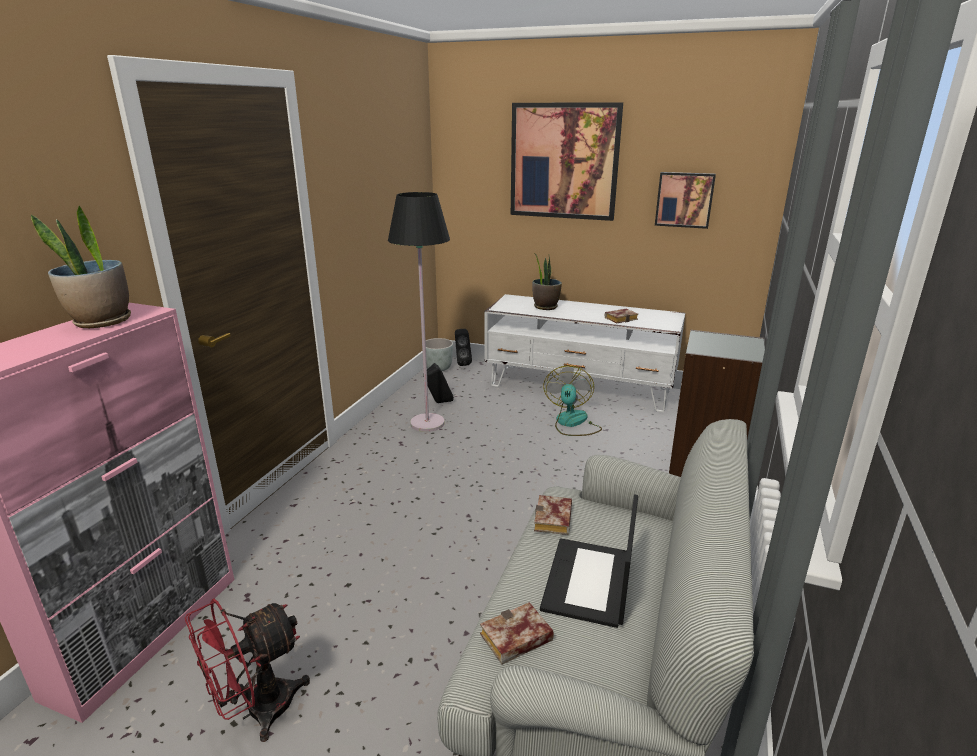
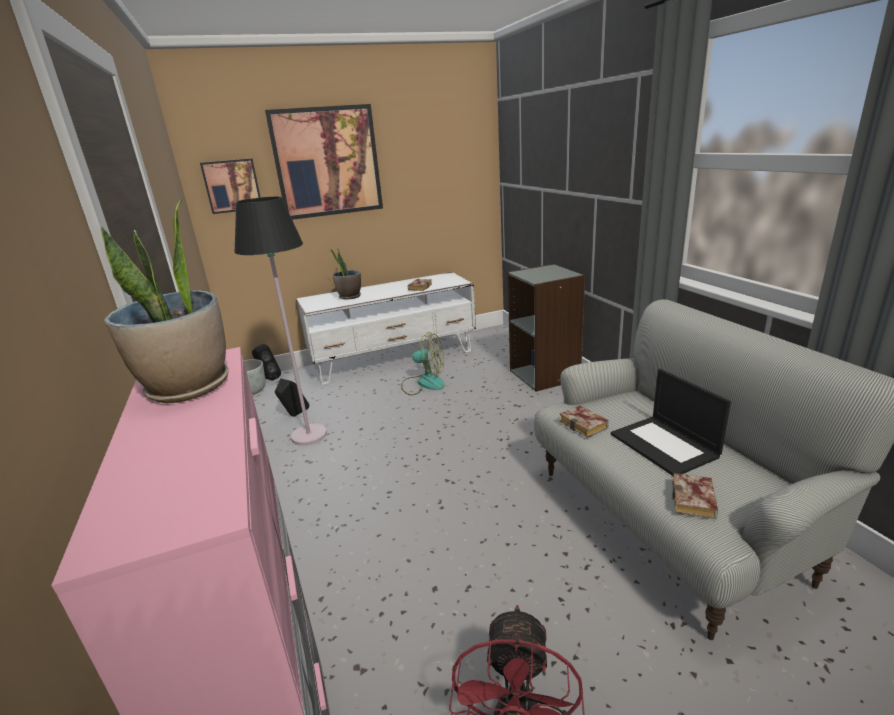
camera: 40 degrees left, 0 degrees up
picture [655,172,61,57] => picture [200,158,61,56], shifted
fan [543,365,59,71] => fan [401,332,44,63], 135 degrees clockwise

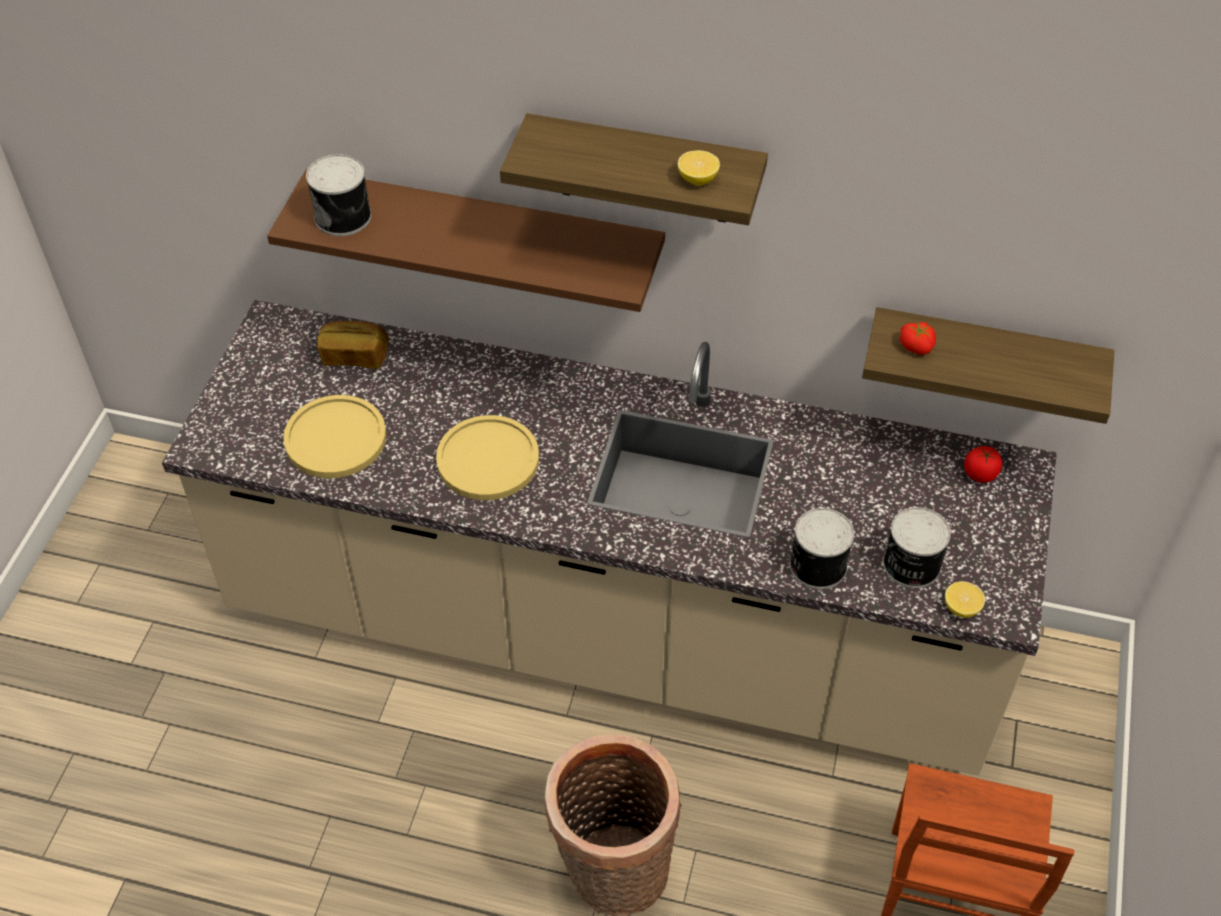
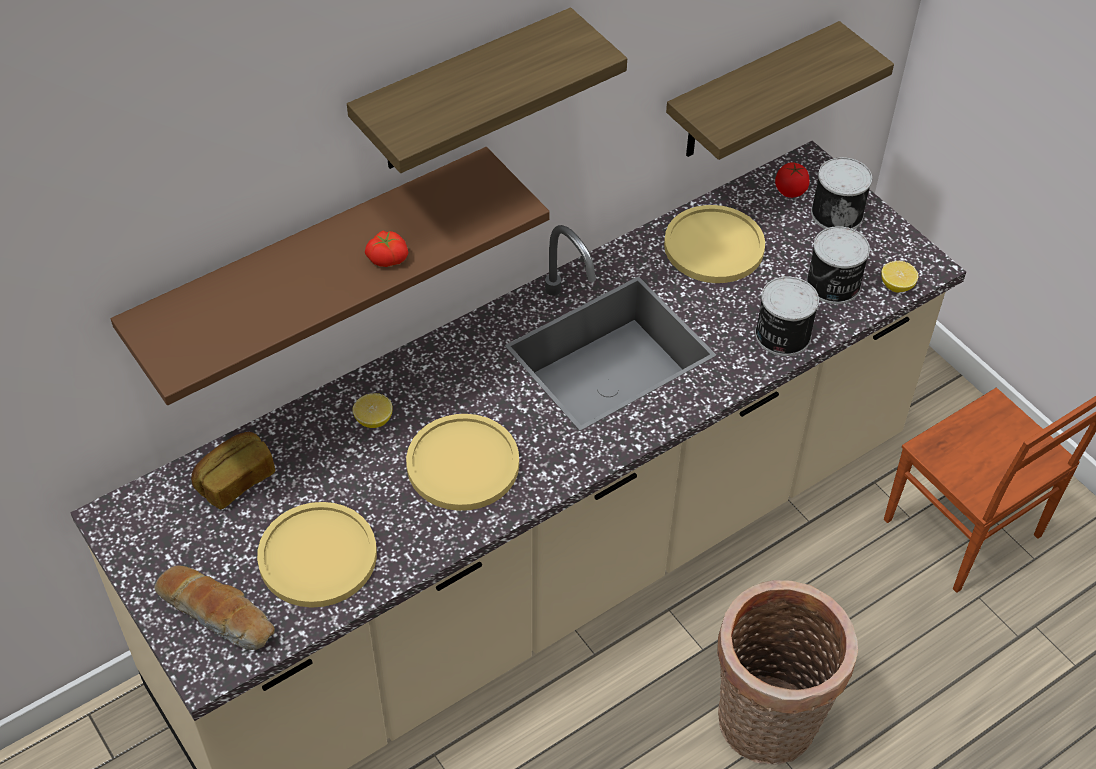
camera: 50 degrees left, 0 degrees up
nothing => bread [155,565,120,85]
lemon [678,150,42,36] => lemon [353,393,40,35], shifted
tomato [900,322,36,33] => tomato [365,231,43,36], shifted
nothing => yellow plate [664,205,101,78]
can [306,154,65,82] => can [811,157,61,72], shifted

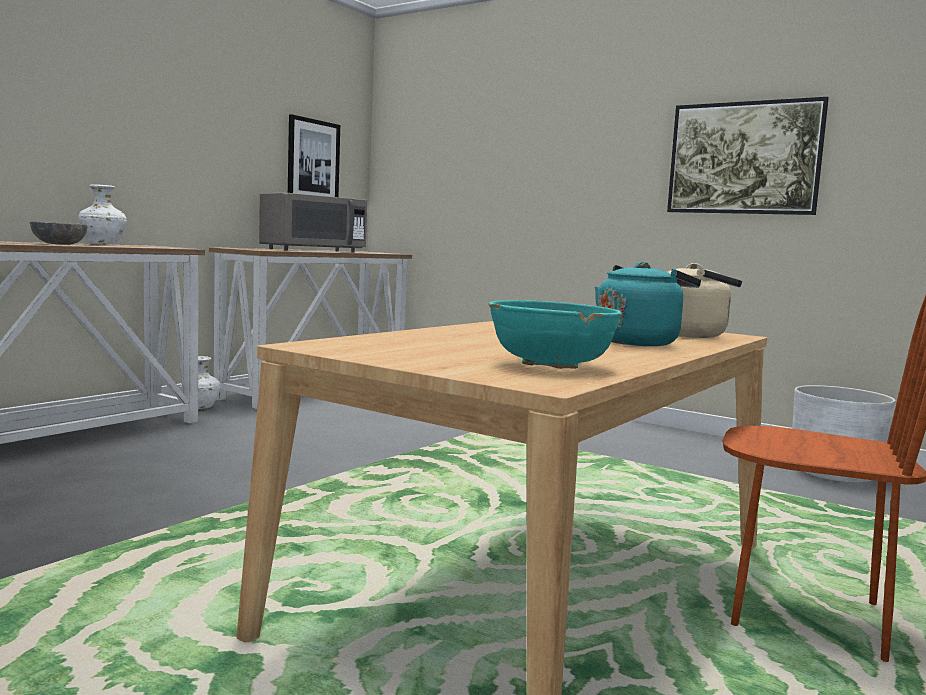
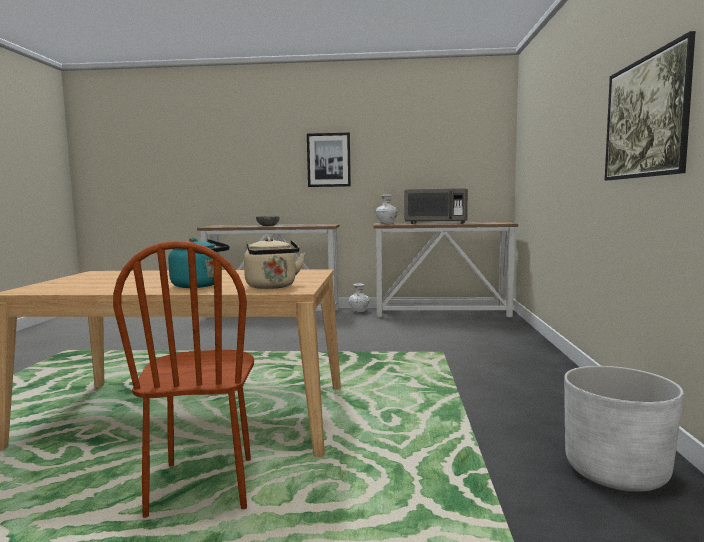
camera: 60 degrees right, 0 degrees up
picture [288,114,52,83] => picture [307,132,44,55], shifted
white vase [78,184,49,61] => white vase [376,195,22,29], shifted
turquoise bowl [489,300,133,69] => nothing

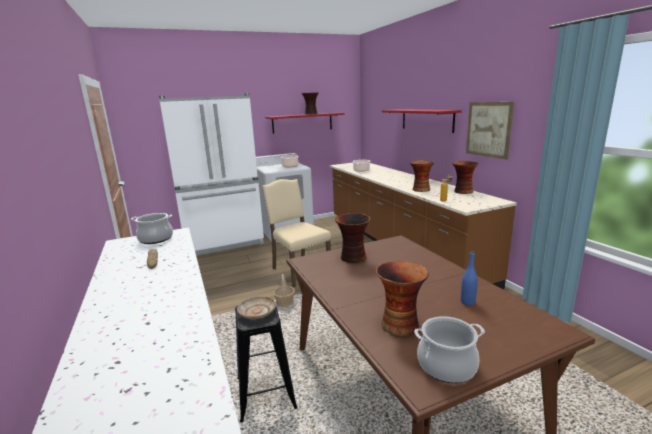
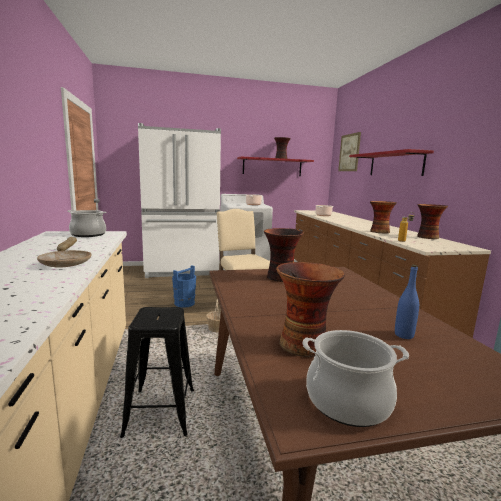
camera: 10 degrees right, 5 degrees down
beige plate [237,296,39,23] => beige plate [37,250,55,17], shifted
nothing => blue bucket [172,265,24,43]
picture [466,102,48,58] => picture [338,132,23,39], shifted

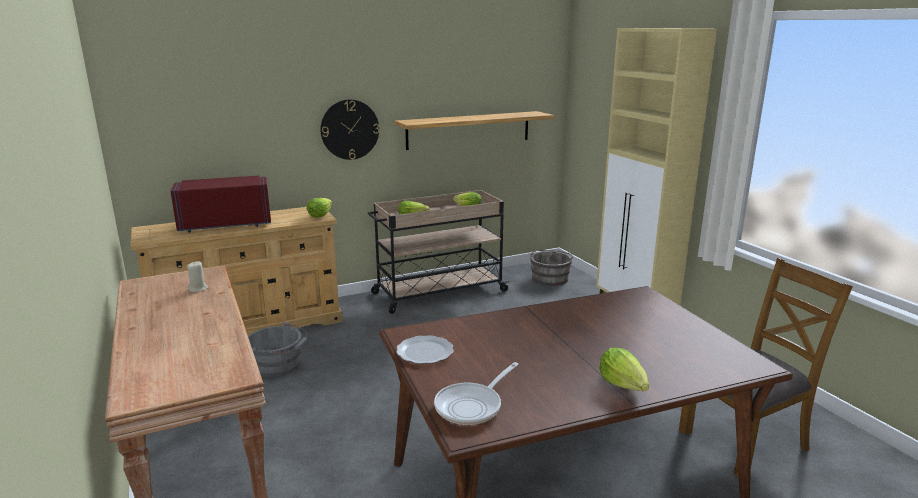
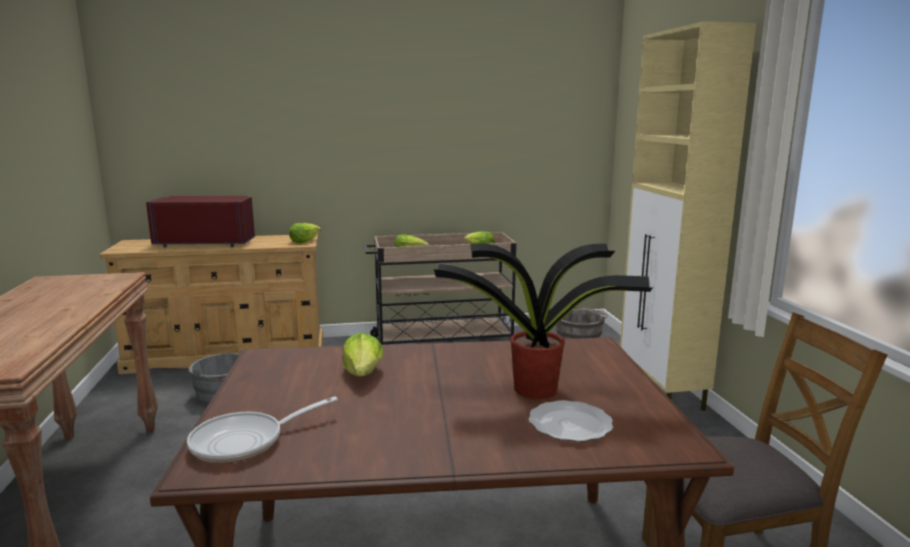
camera: 15 degrees right, 5 degrees down
lettuce [599,348,50,43] => lettuce [343,333,41,43], shifted
nothing => potted plant [434,243,219,156]
plate [396,335,58,29] => plate [529,400,84,42], shifted
beige candle [187,261,21,31] => nothing
wall clock [320,99,59,61] => nothing
shelf [394,111,160,39] => nothing

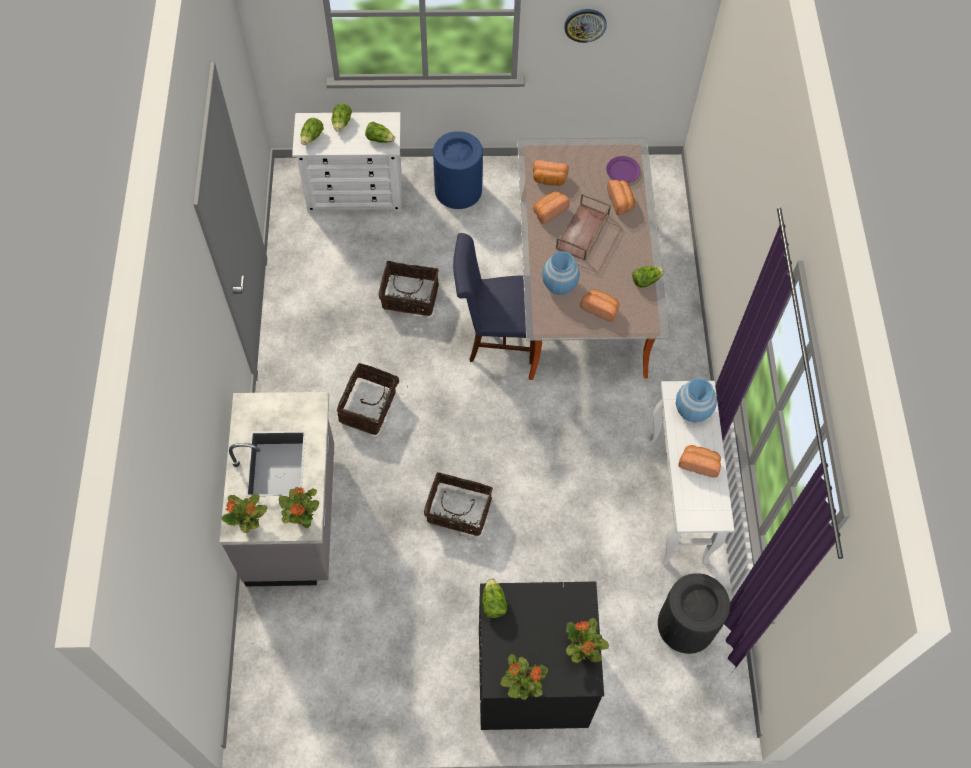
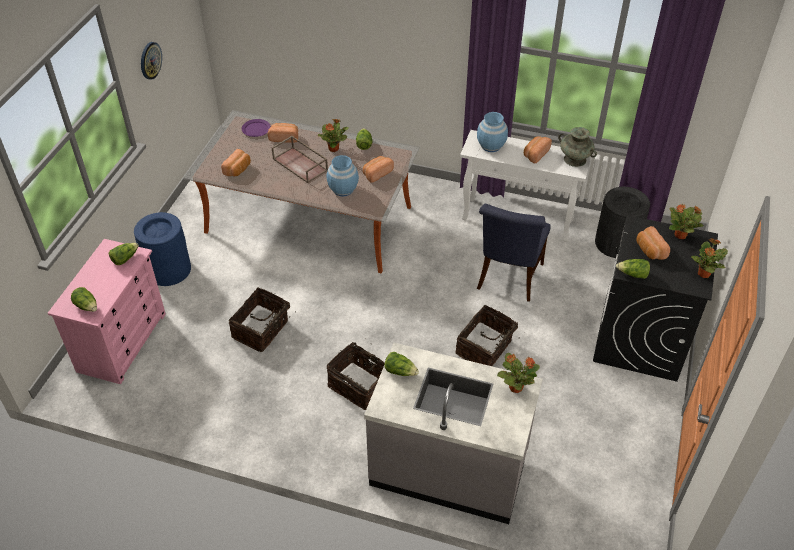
camera: 70 degrees left, 15 degrees down
white dresser [292,112,110,101] => pink dresser [48,239,118,145]
potted plant [222,494,45,39] => potted plant [318,119,31,33], shifted
lettuce [332,103,20,29] => lettuce [384,352,35,24], shifted
blue chair [453,233,82,131] => blue chair [477,204,74,98], shifted
nothing => turquoise vase [558,127,39,40]
bread [534,191,36,33] => bread [637,226,33,34], shifted

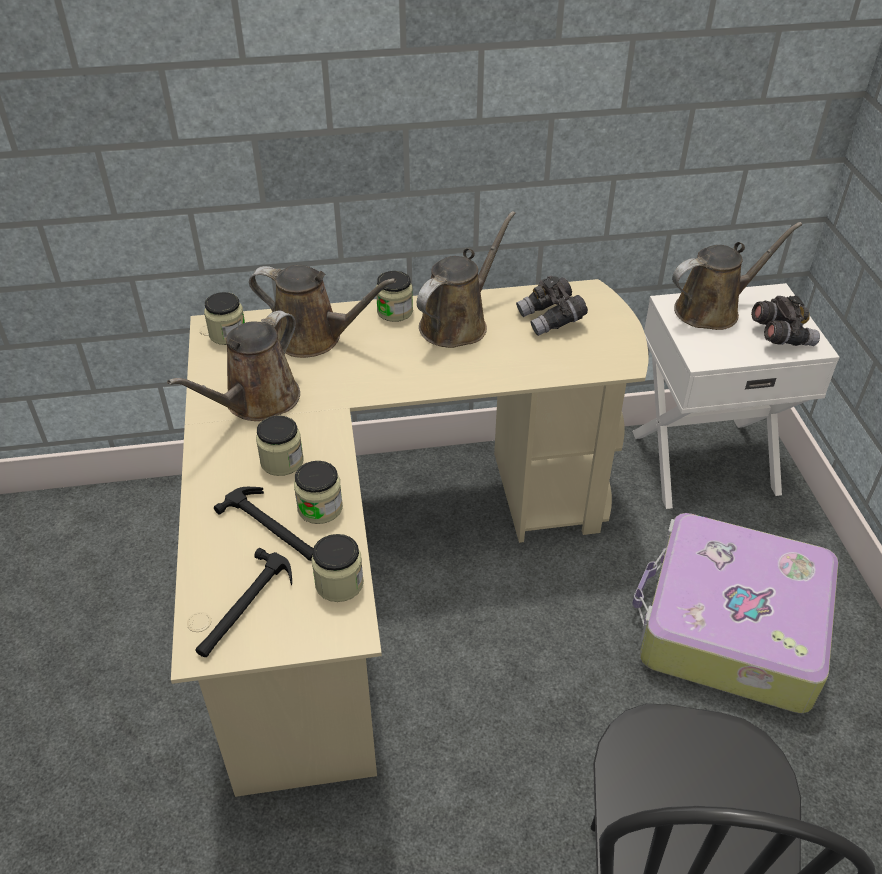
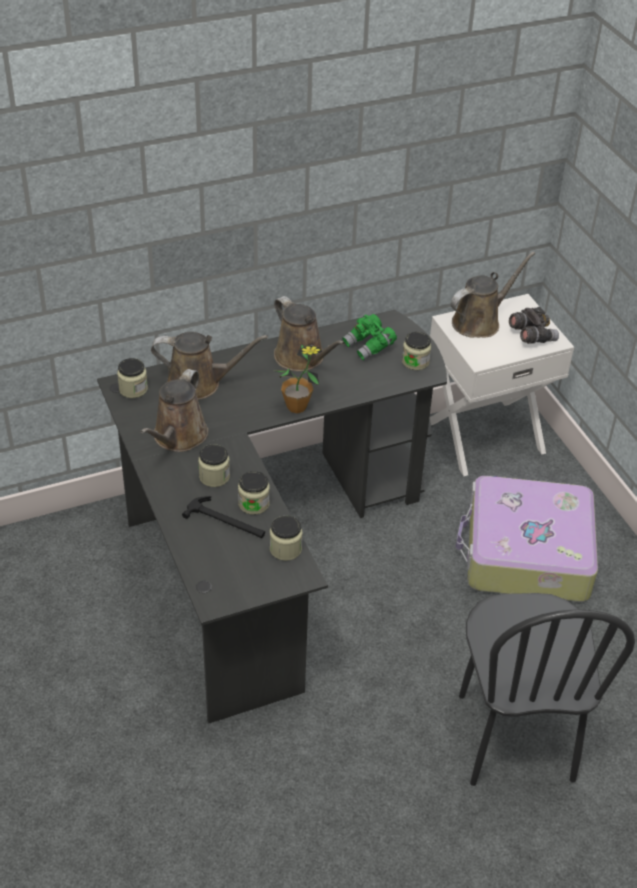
camera: 15 degrees left, 0 degrees up
beige desk [171,279,478,518] => black desk [97,310,350,413]
brown watering can [417,211,98,137] => brown watering can [274,296,71,75], 120 degrees clockwise
nothing => potted plant [276,344,46,69]
grey binoculars [516,276,72,60] => green binoculars [342,314,55,46]
jar [376,271,37,51] => jar [402,332,29,38], shifted
hammer [195,548,97,109] => nothing

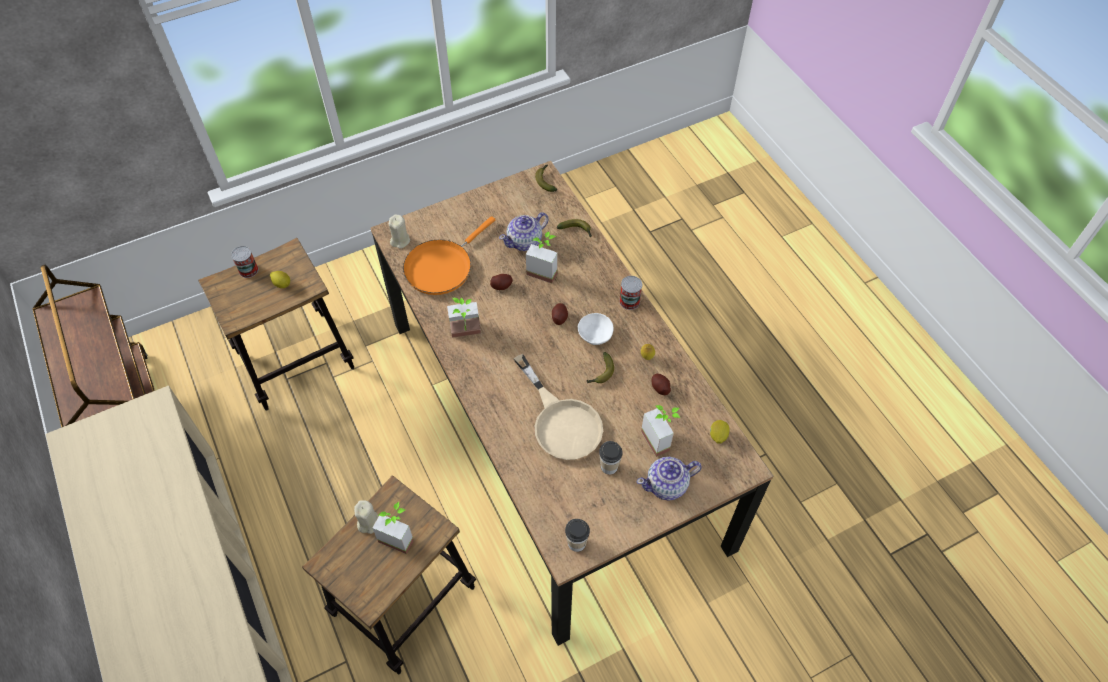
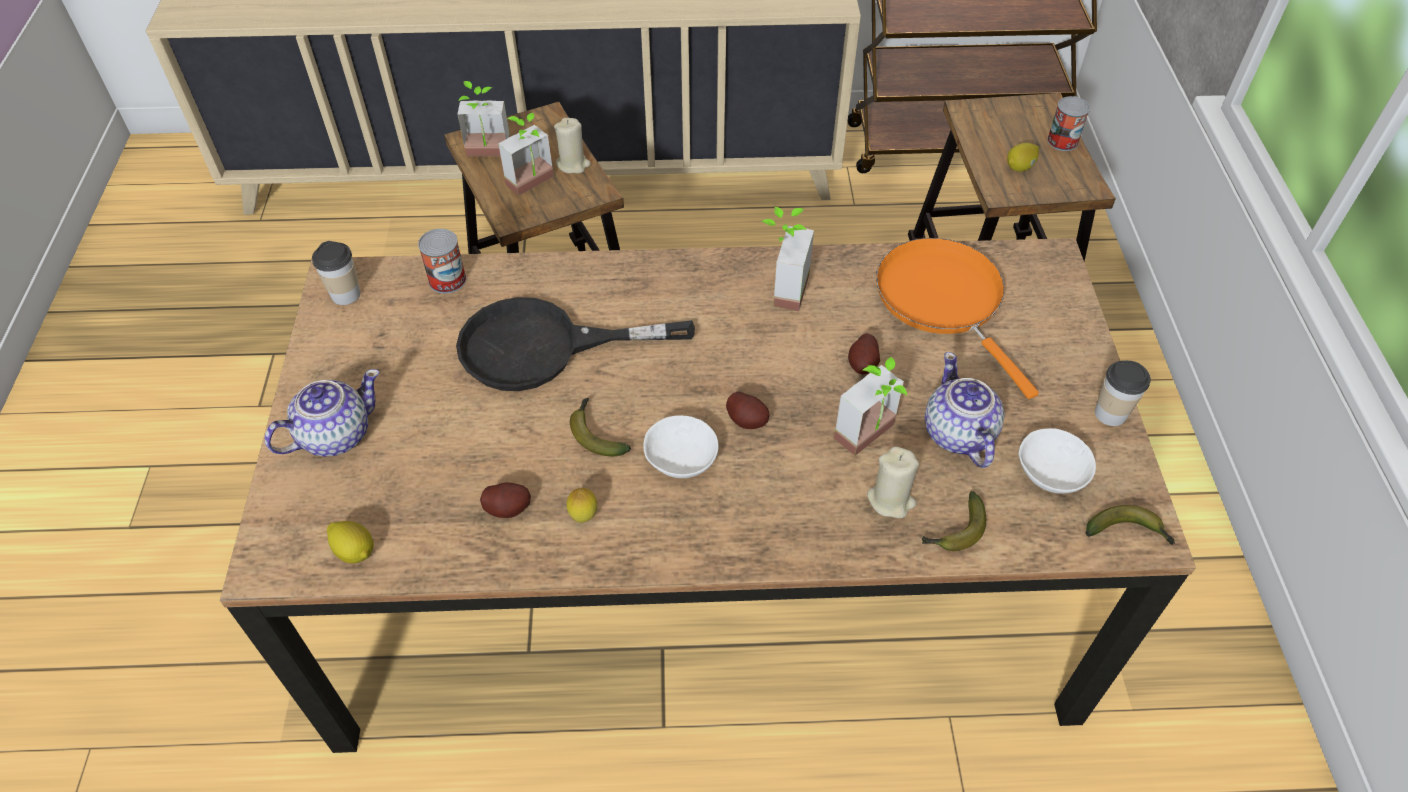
camera: 115 degrees right, 5 degrees down
teapot [637,457,65,44] => teapot [264,369,116,88], 45 degrees clockwise
can [619,276,23,34] => can [418,229,49,65], shifted
beige frying pan [513,354,90,106] => black frying pan [456,297,239,94]
potted plant [641,405,39,52] => potted plant [457,81,53,75], shifted
beige candle [389,214,21,35] => beige candle [867,446,52,72], shifted
nothing => white bowl [1018,428,78,66]
cup [599,441,24,33] => cup [1095,360,56,66], shifted

